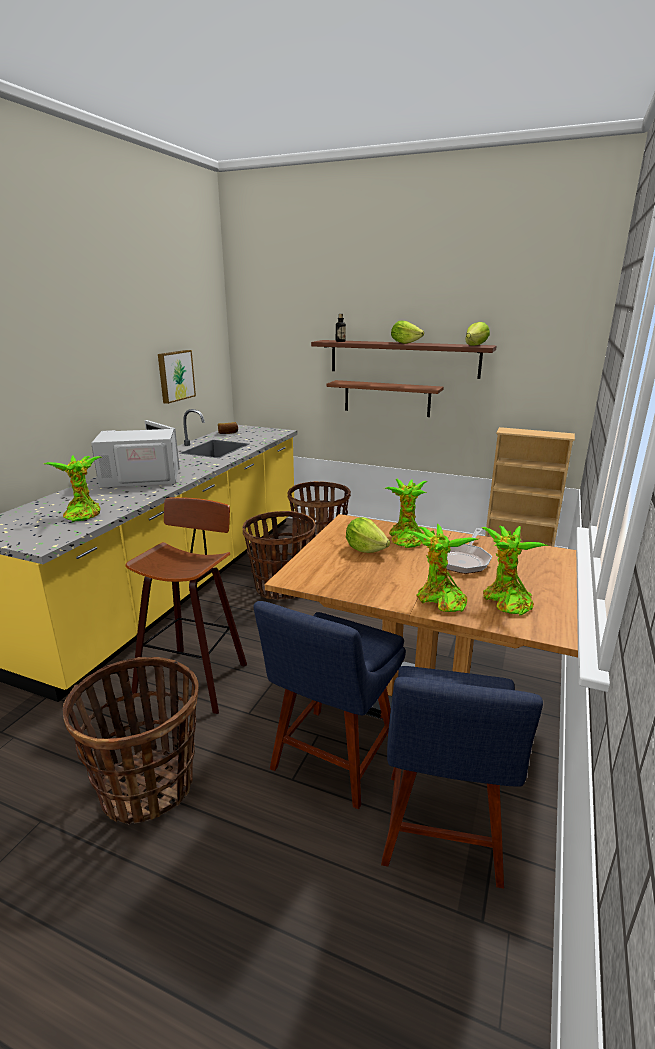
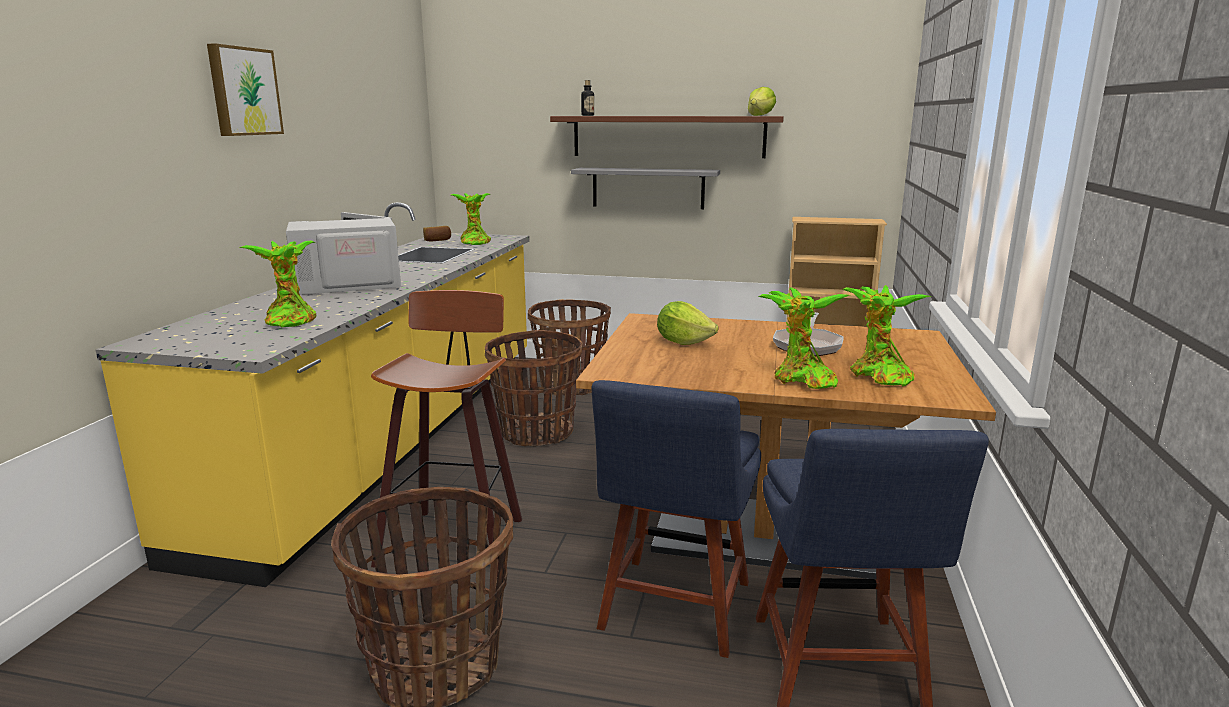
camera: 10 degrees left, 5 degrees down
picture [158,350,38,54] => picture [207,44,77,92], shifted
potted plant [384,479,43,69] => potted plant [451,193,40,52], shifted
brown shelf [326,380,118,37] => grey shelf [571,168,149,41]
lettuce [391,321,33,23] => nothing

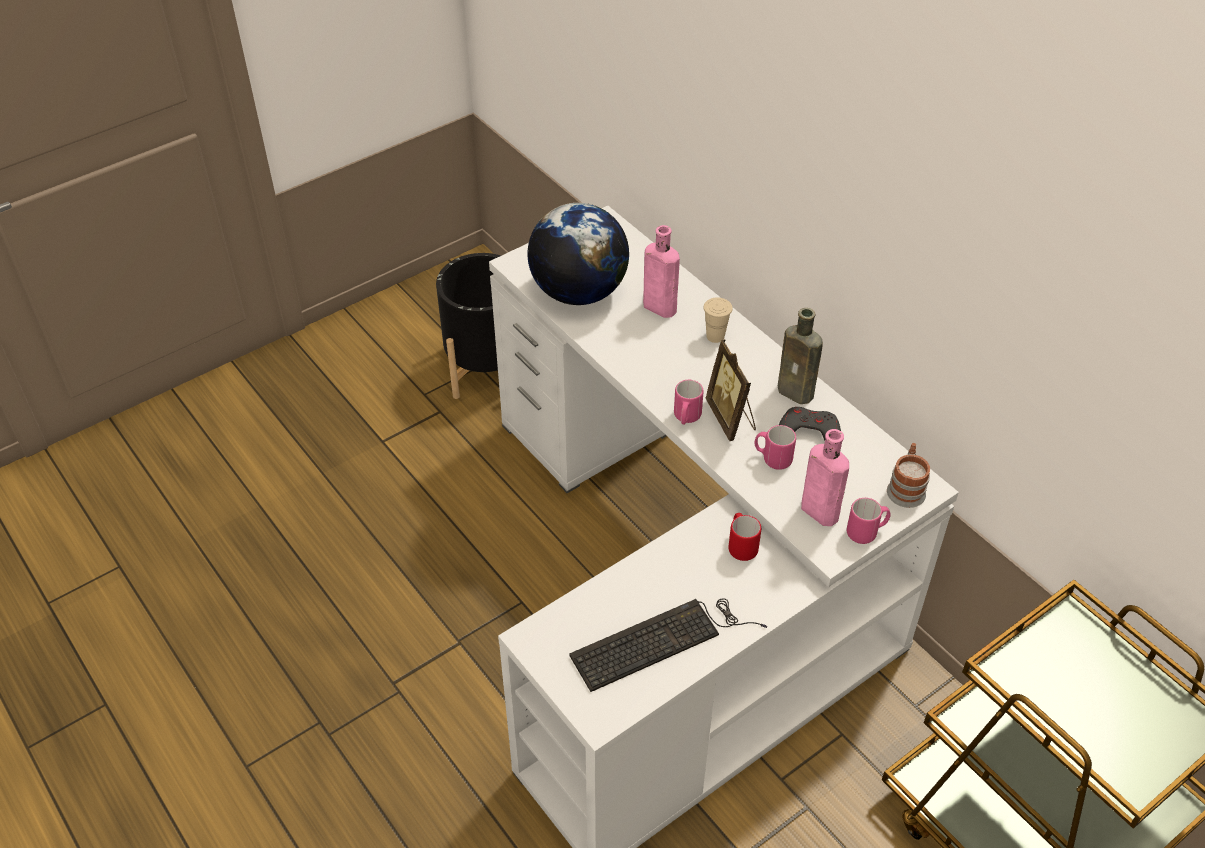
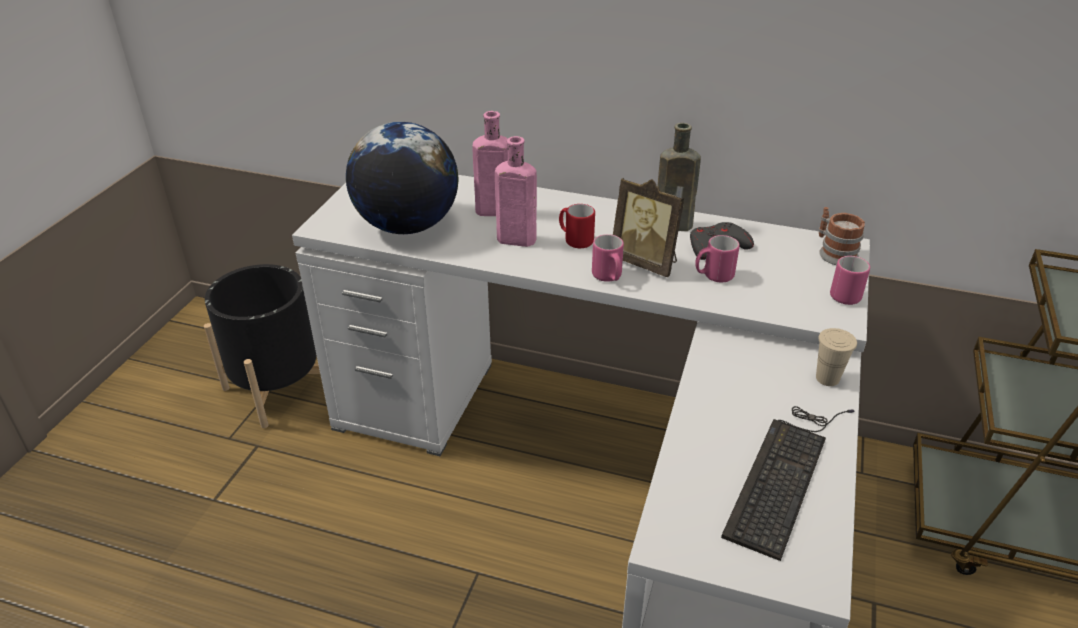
camera: 35 degrees left, 10 degrees down
pink bottle [801,429,48,97] => pink bottle [495,136,42,111], shifted
red mug [729,513,32,48] => red mug [559,204,36,44], shifted
beige cup [703,297,30,46] => beige cup [816,328,41,58], shifted

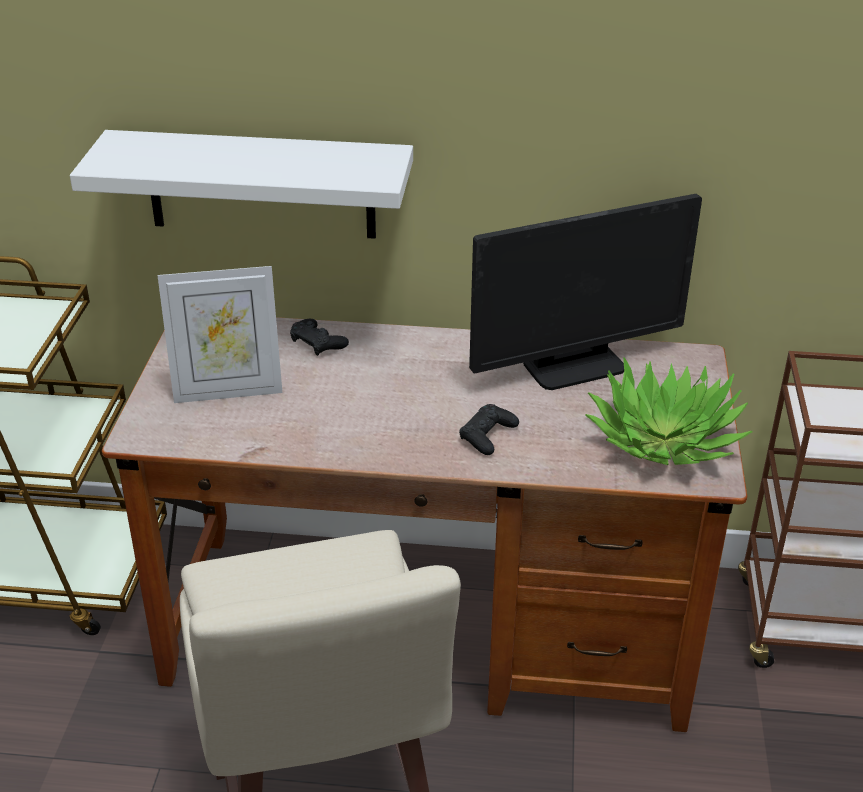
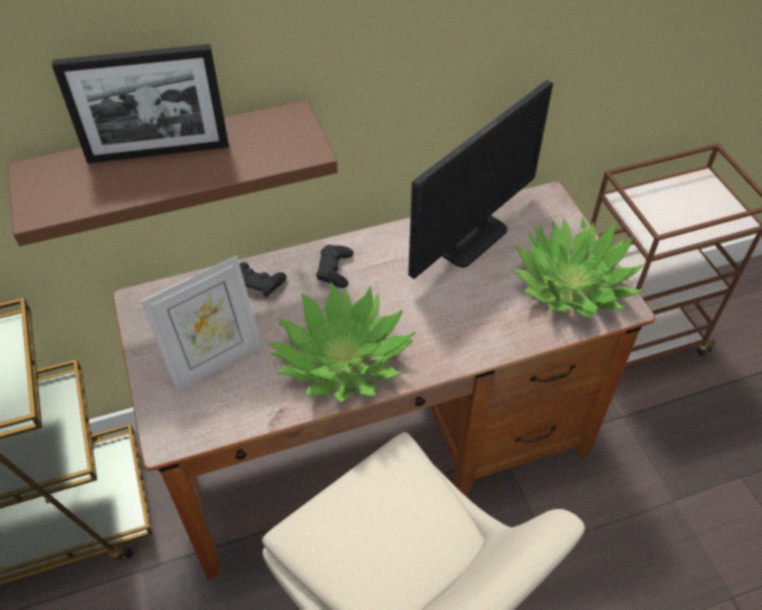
camera: 25 degrees left, 15 degrees up
white shelf [70,130,343,109] => brown shelf [7,100,331,146]
nothing => picture frame [52,44,177,119]
nothing => potted plant [268,281,148,122]
black game controller [459,404,60,51] => black game controller [316,245,37,43], shifted

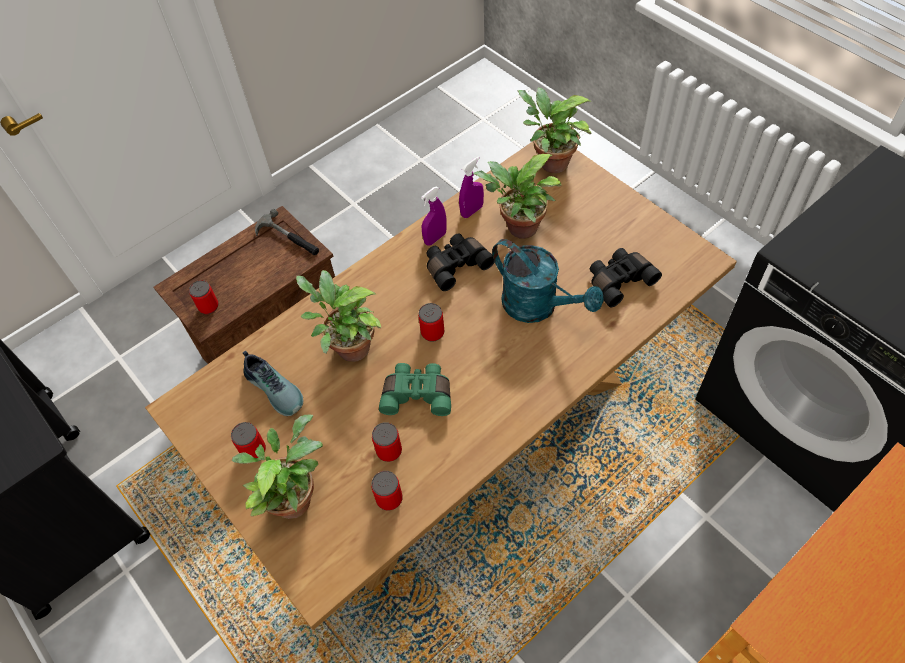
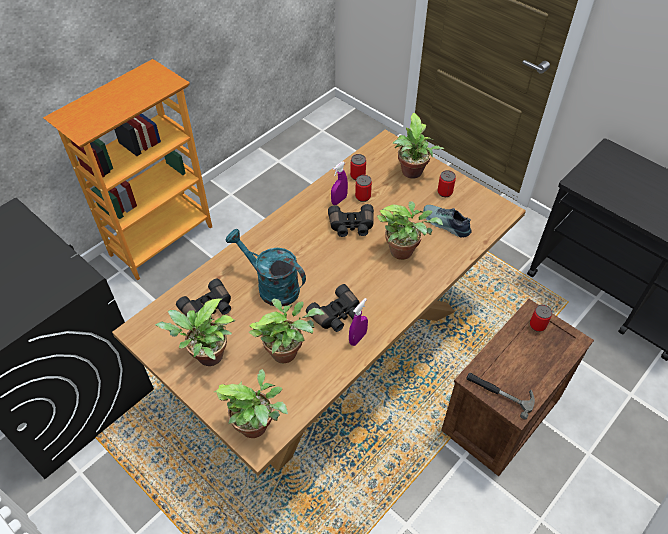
camera: 170 degrees right, 5 degrees down
nothing => potted plant [155,298,80,68]
green binoculars [379,363,72,53] => black binoculars [328,204,46,33]
purple spray bottle [459,156,25,62] => purple spray bottle [331,162,17,43], shifted
can [418,303,27,39] => nothing

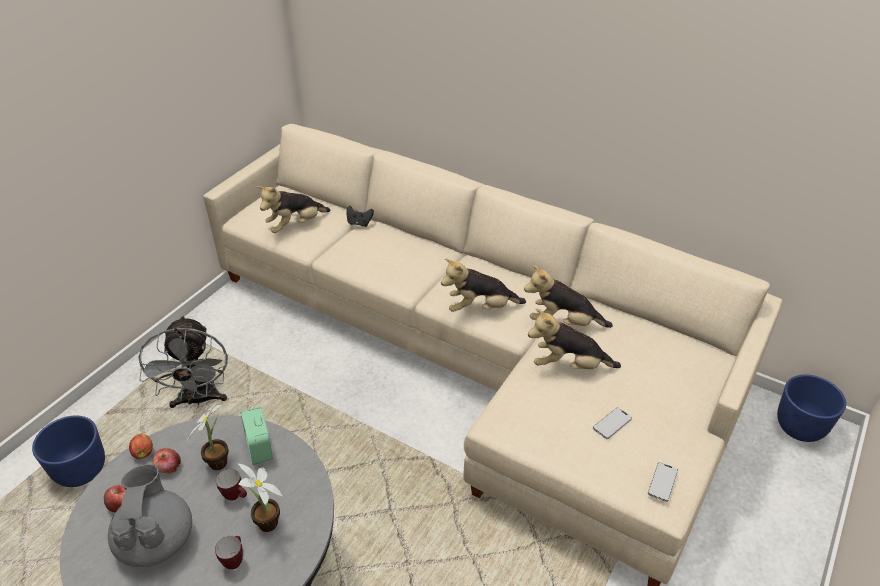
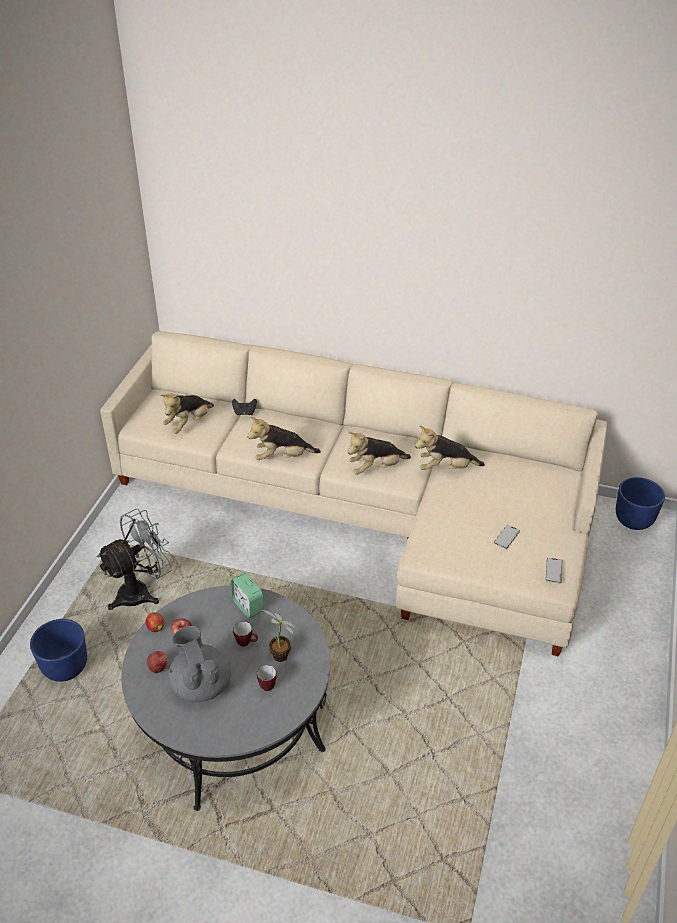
camera: 15 degrees left, 0 degrees up
grey fan [139,315,89,93] => grey fan [97,509,77,101], 105 degrees counterclockwise
plush toy [528,308,93,61] => plush toy [247,417,74,43], shifted
potted plant [187,400,42,70] => nothing

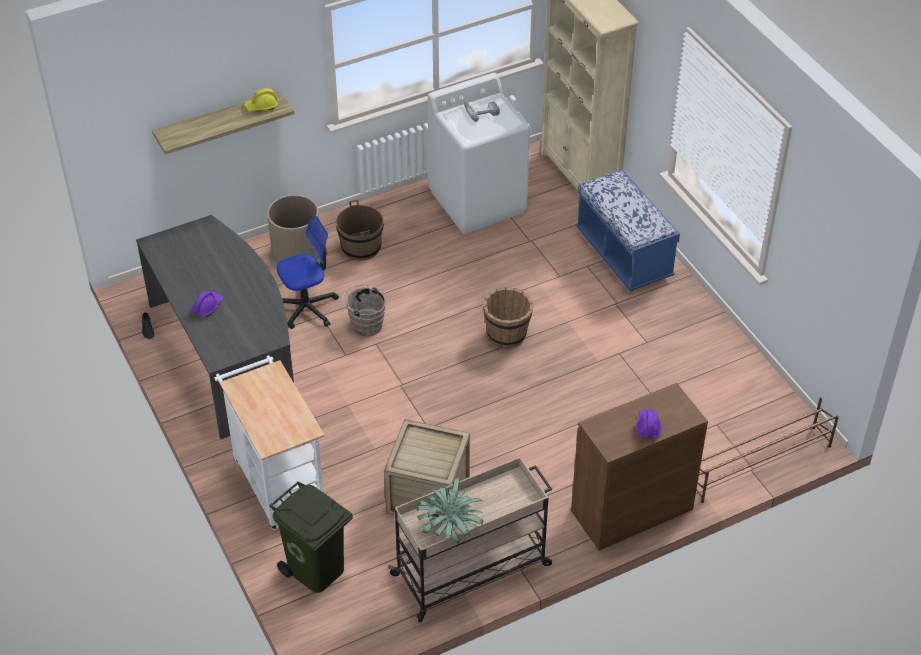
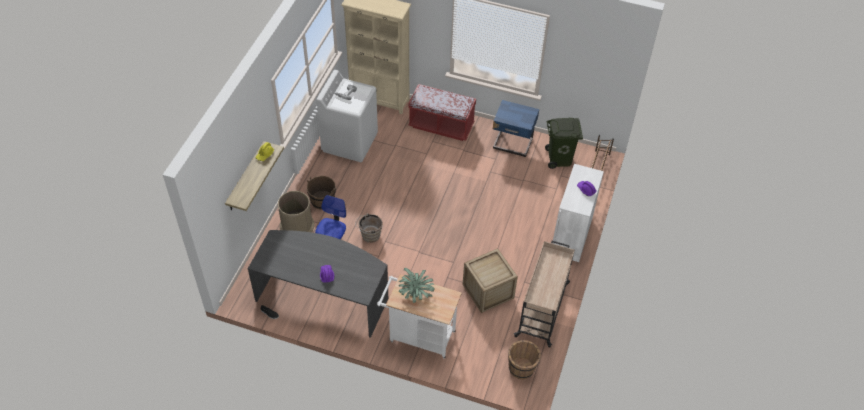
camera: 45 degrees left, 5 degrees up
potted plant [416,477,68,67] => potted plant [399,268,36,35], shifted
blue bench [576,169,104,122] => red bench [409,84,67,57]
nothing => blue nightstand [493,100,46,57]
brown bucket [483,287,50,61] => brown bucket [508,340,33,40], shifted
green trash can [269,481,84,112] => green trash can [545,118,38,51], shifted
brown cabinet [571,383,137,167] => white cabinet [552,164,52,98]

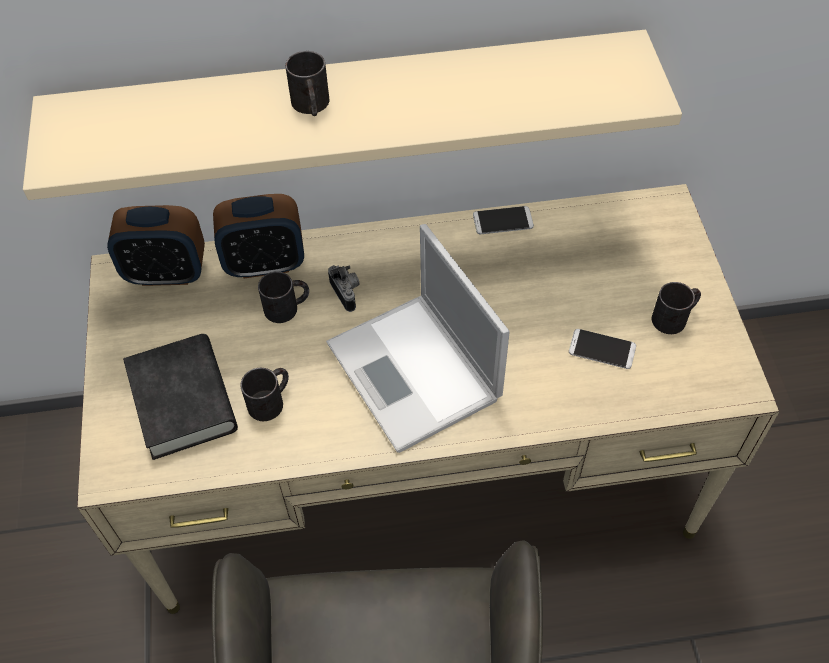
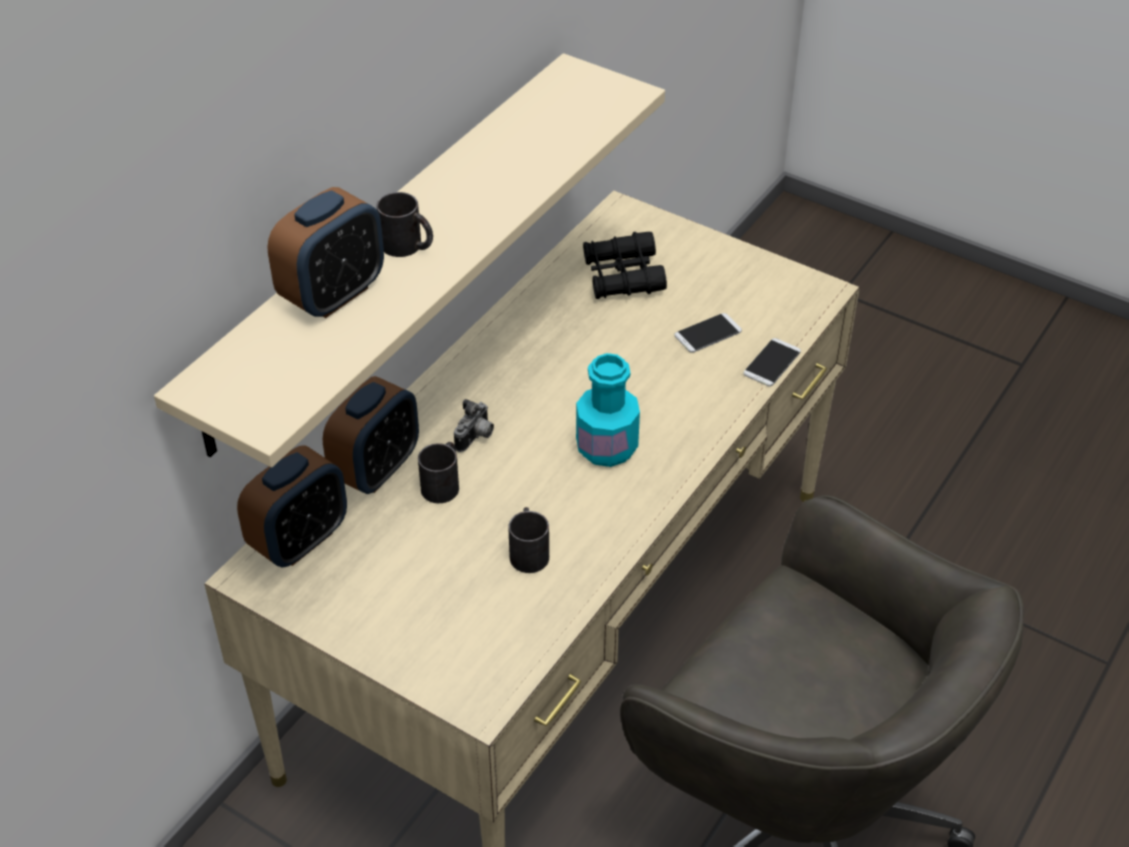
camera: 50 degrees left, 10 degrees down
nothing => alarm clock [267,187,117,131]
photo camera [328,265,32,47] => photo camera [454,399,40,53], 105 degrees clockwise
laptop [326,224,184,229] => turquoise bottle [576,353,64,114]
nothing => black binoculars [583,232,84,67]
phone [473,206,61,28] => phone [743,338,58,48], shifted
black book [123,334,115,126] => nothing
black mug [652,282,49,52] => nothing

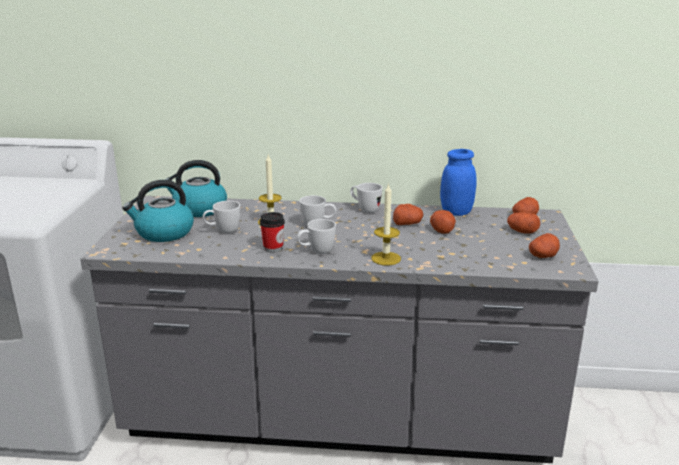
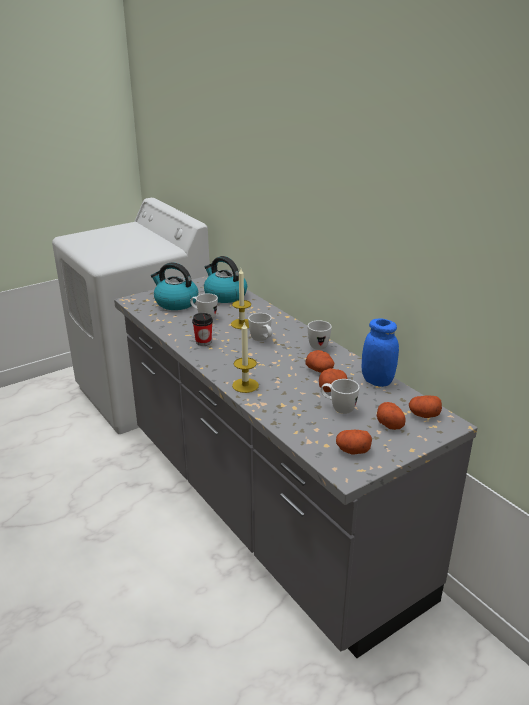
camera: 50 degrees right, 5 degrees up
white mug [297,219,39,35] => white mug [321,379,39,35], shifted

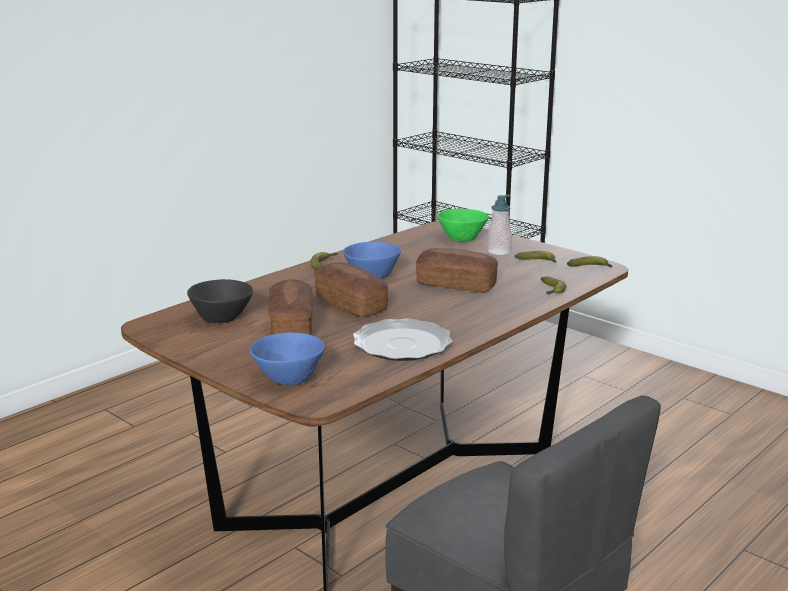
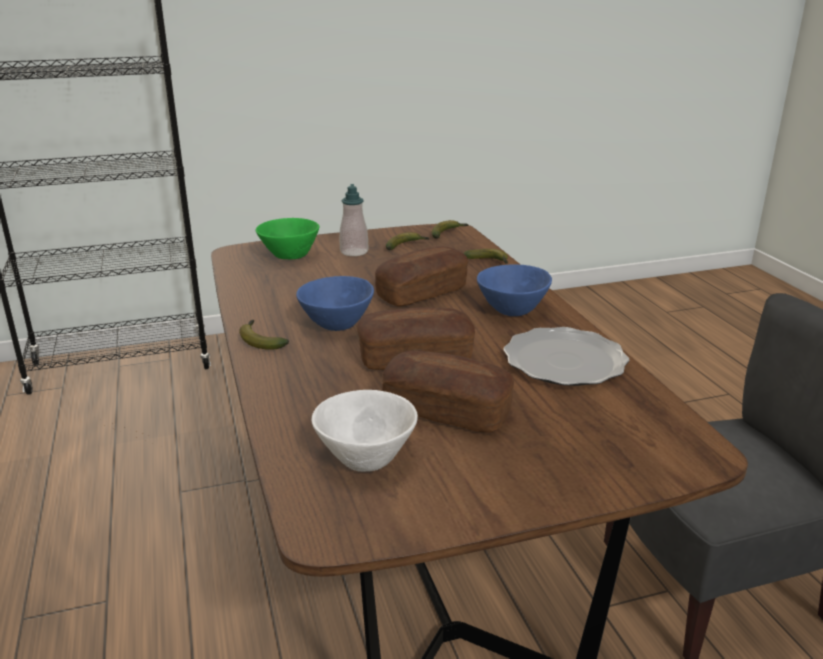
camera: 60 degrees left, 5 degrees up
black bowl [187,279,66,44] => white bowl [312,390,106,82]
blue bowl [250,332,75,53] => blue bowl [477,264,75,52], shifted

